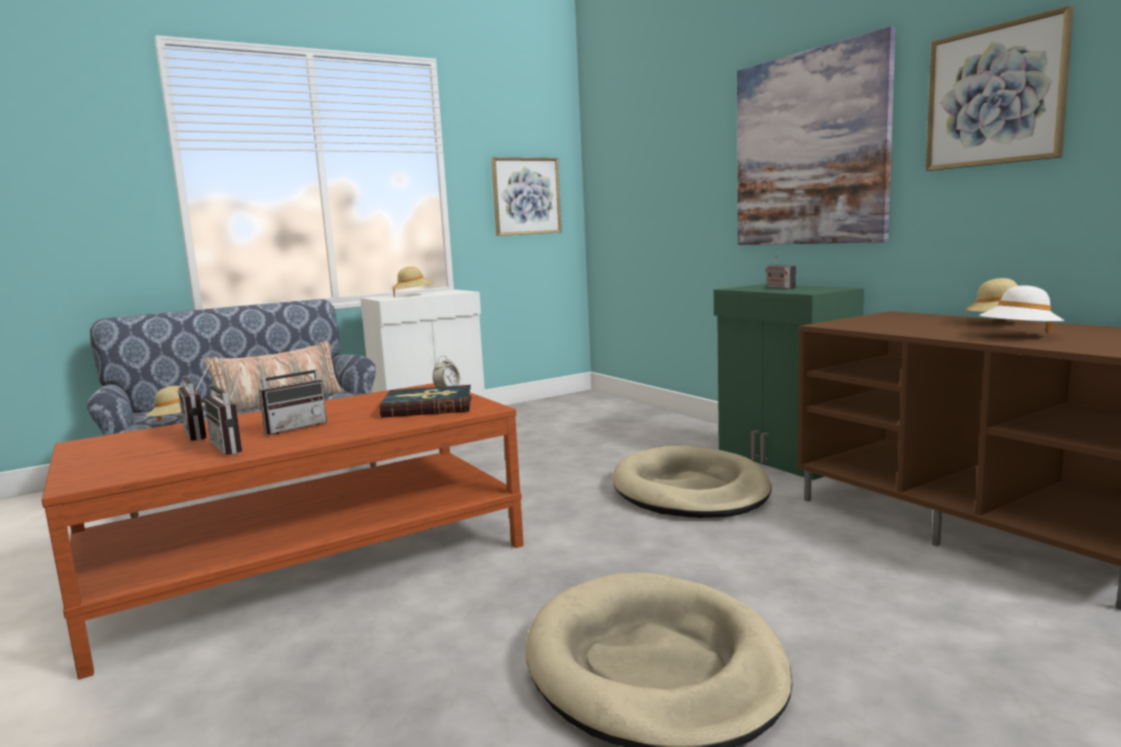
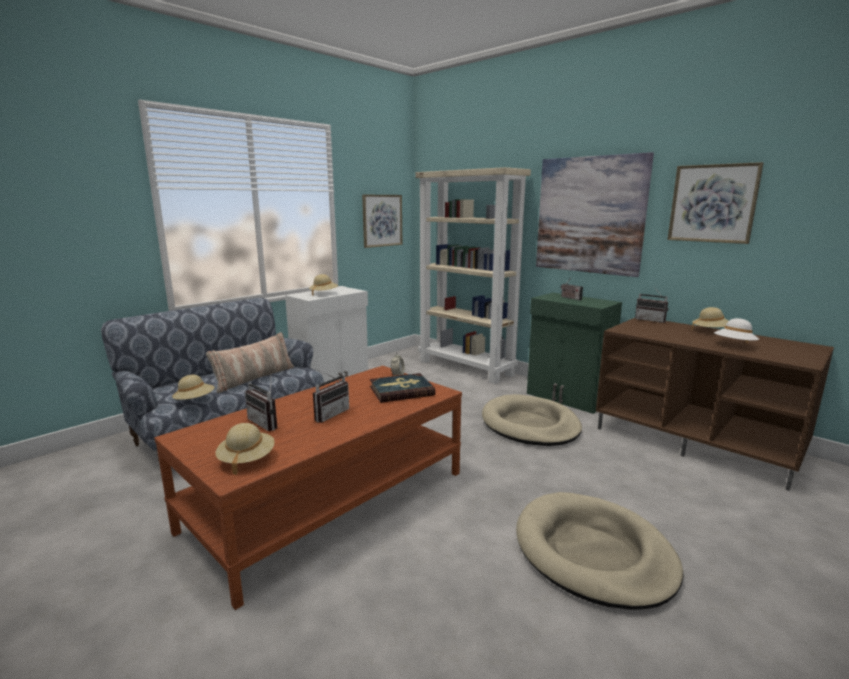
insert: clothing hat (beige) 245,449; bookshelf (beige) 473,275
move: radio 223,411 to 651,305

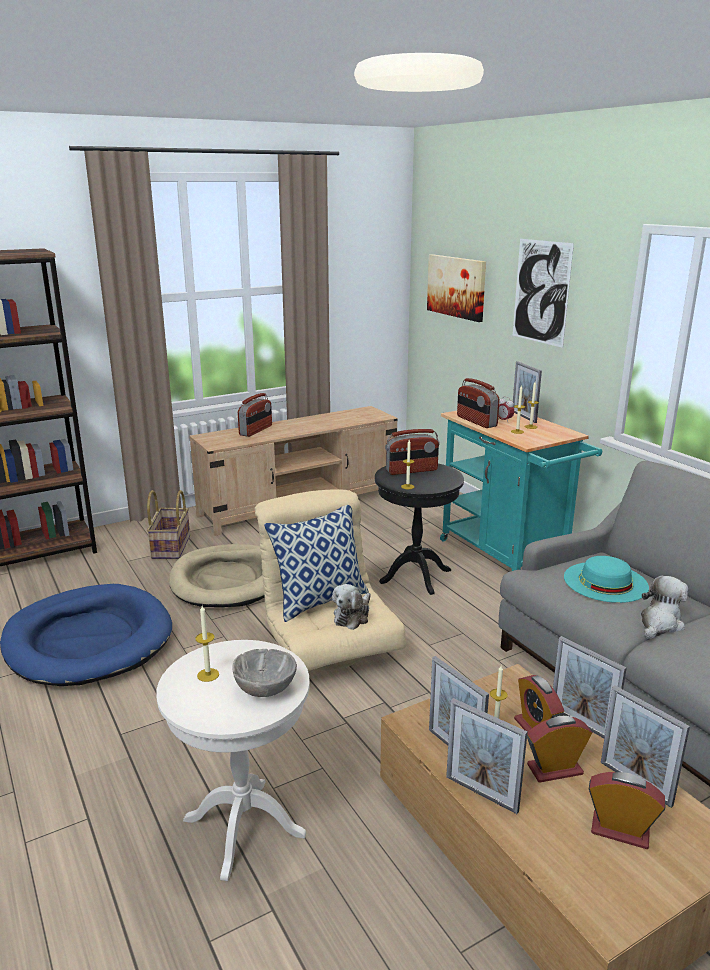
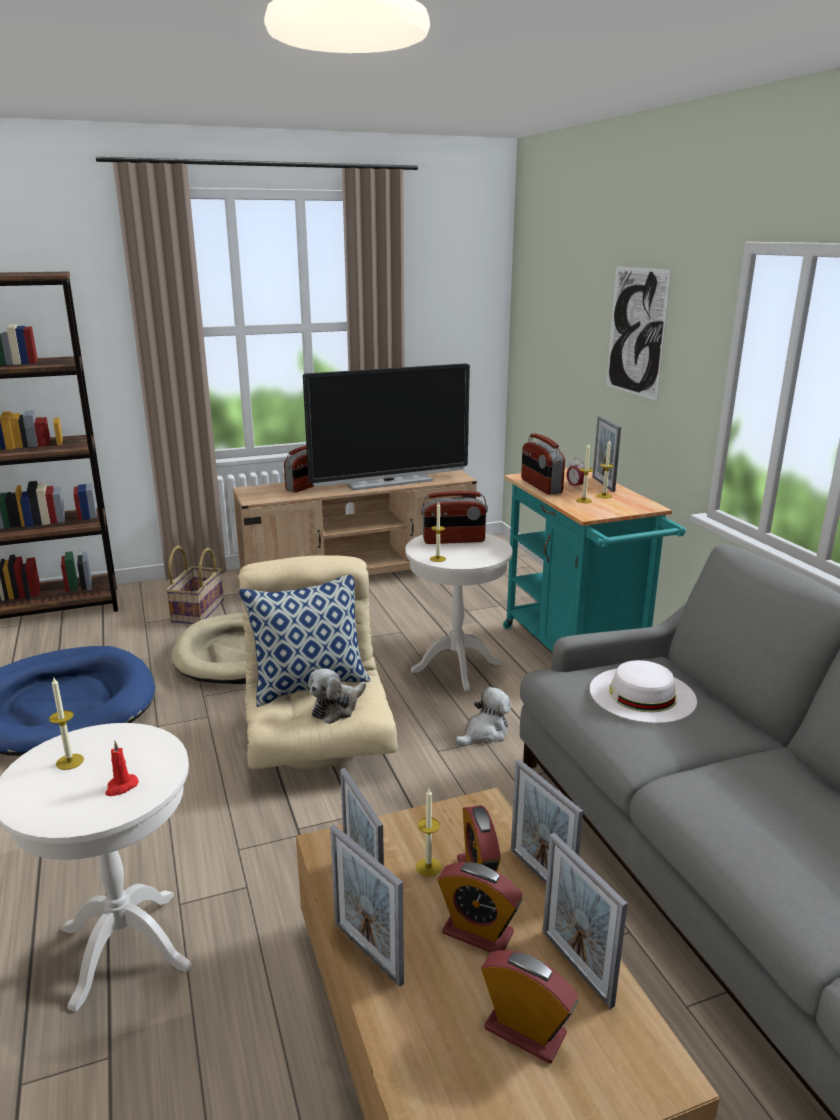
delete: picture 456,288
insert: TV 386,426
move: plush toy 664,607 to 483,716
replace: deep dish (greyish) 264,673 to candle (red) 121,768
recolor: side table (black-coloured) 419,529 to side table (whitish) 459,612; clothing hat (blue-green) 606,579 to clothing hat (whitish) 643,691
rotate: alarm clock 559,749 = 480,907 150 degrees counterclockwise

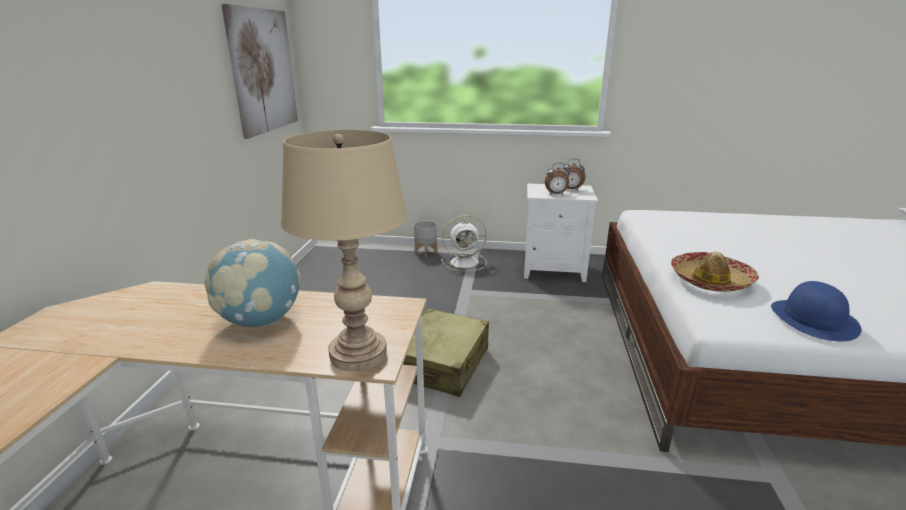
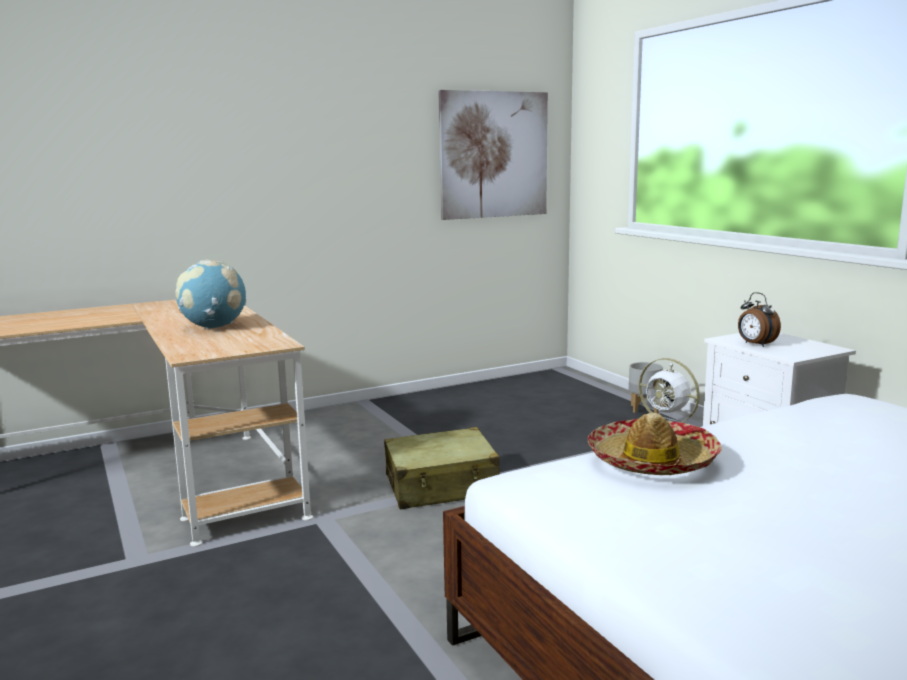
delete: lamp for a table (beige) 344,251; alarm clock 574,174; clothing hat (bluish) 816,311

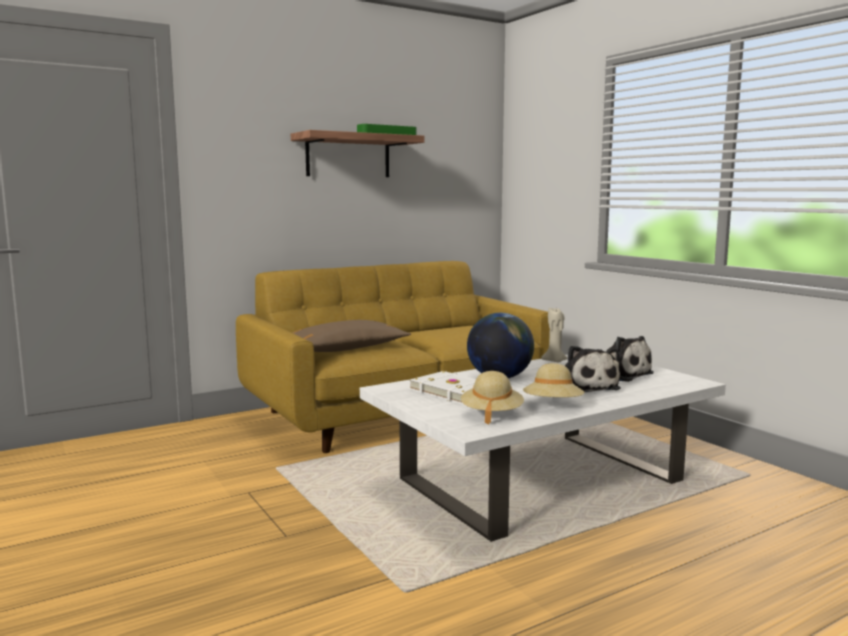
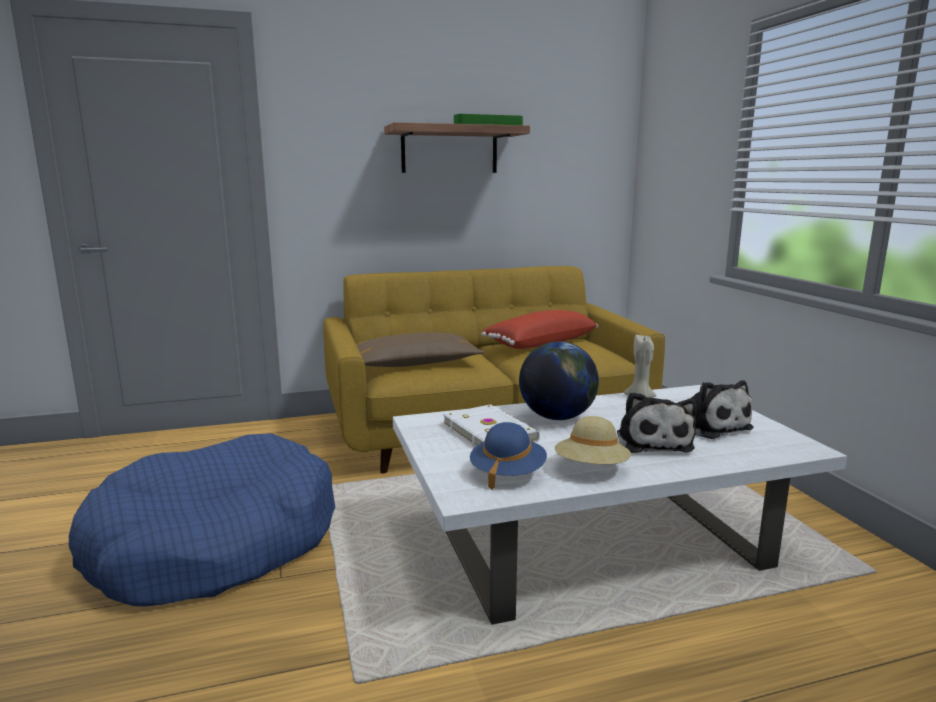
insert: dog bed (bluish) 202,520; cushion (red) 540,329
recolor: clothing hat (beige) 492,398 to clothing hat (bluish) 508,456

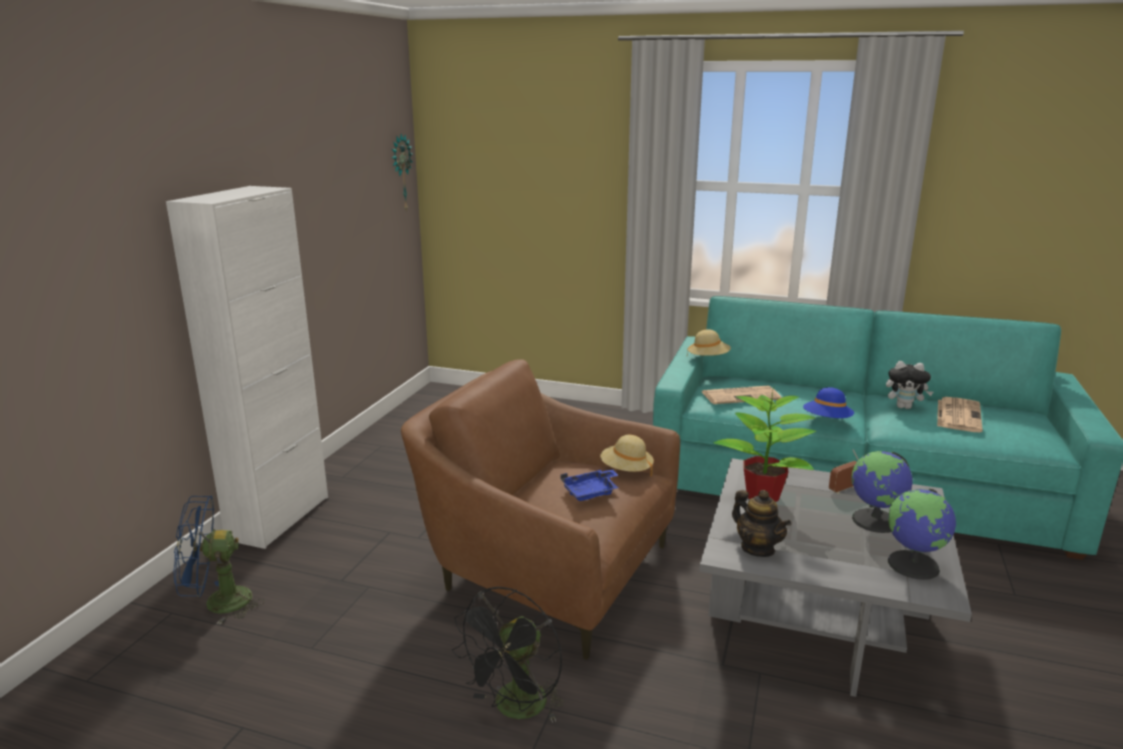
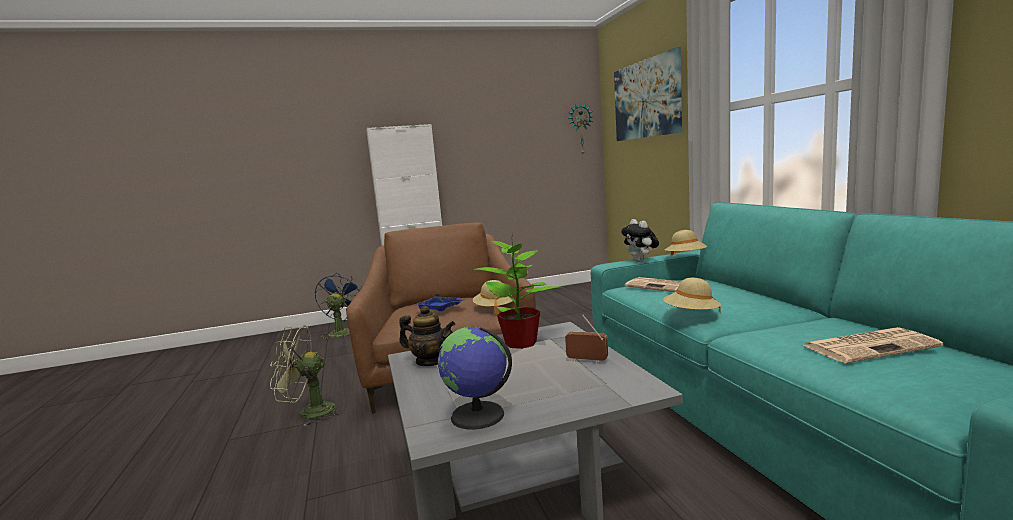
delete: world globe 882,492
insert: picture 648,94
move: plush toy 909,385 to 640,240
recolor: electric fan (black-coloured) 508,655 to electric fan (green) 306,375; clothing hat (bluish) 828,402 to clothing hat (beige) 692,295
rotate: electric fan (bluish) 219,560 = 338,306 60 degrees clockwise; pot for tea 761,523 = 427,335 90 degrees counterclockwise

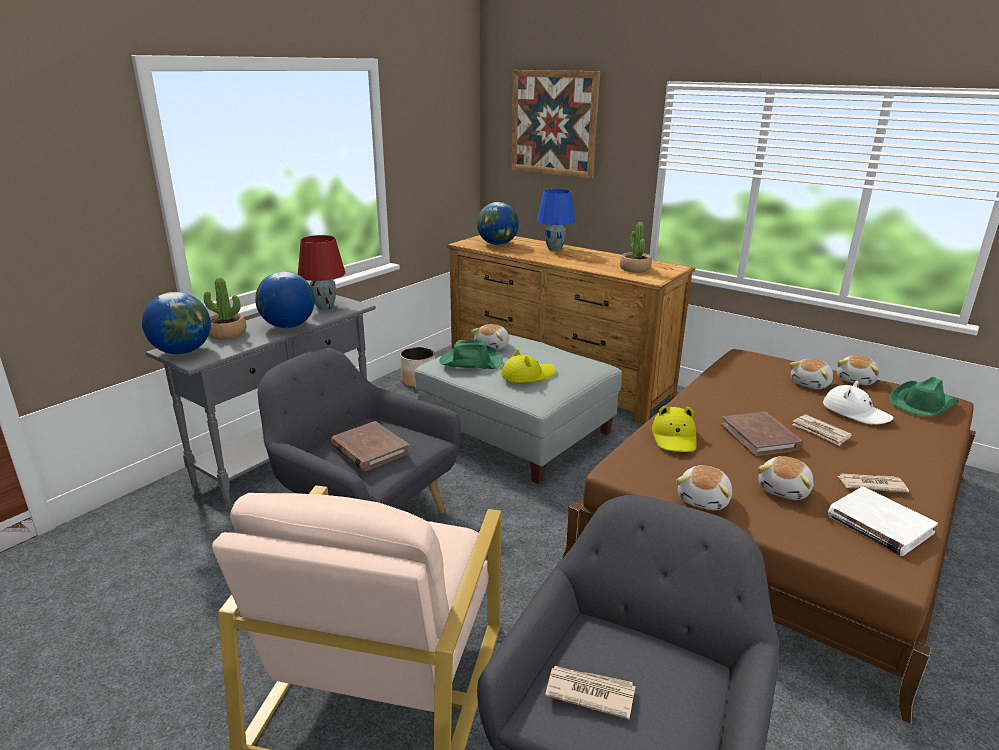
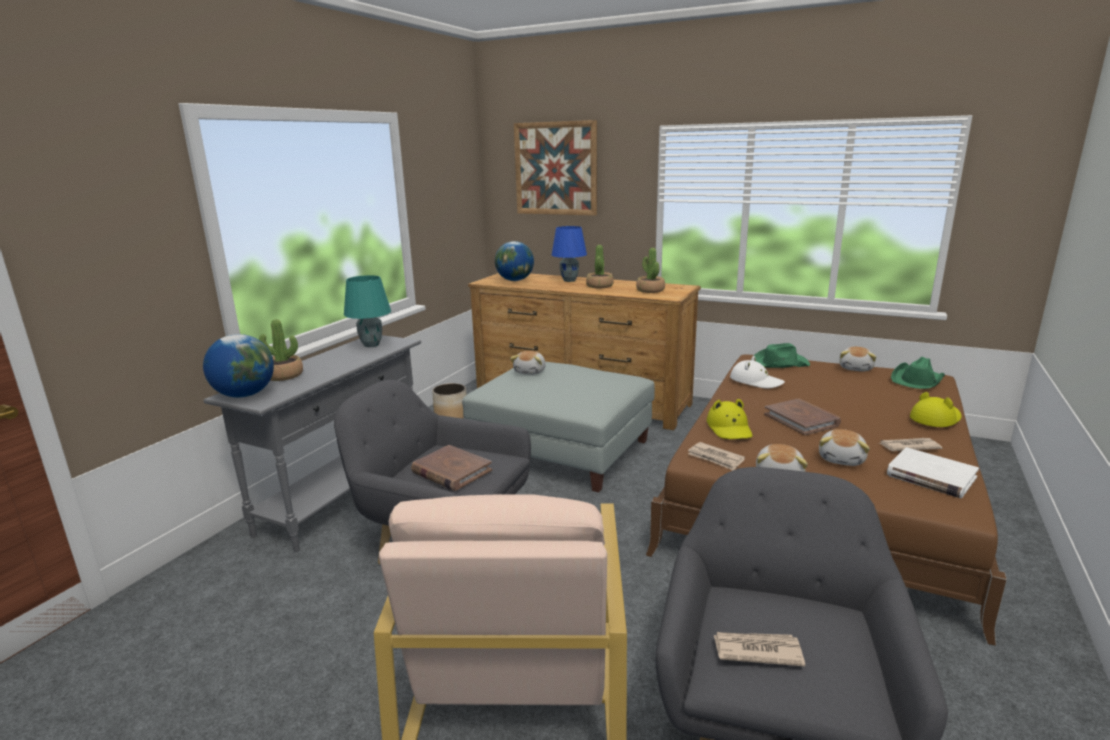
delete: world globe 285,299; plush toy 811,374
insert: potted plant 600,266
move: clothing hat (green) 471,354 to 780,355; clothing hat (yellow-coloured) 528,366 to 936,409; printed paper 822,430 to 716,456; clothing hat (whitish) 858,403 to 757,372
recolor: lamp for a table (red) 321,272 to lamp for a table (blue-green) 367,311

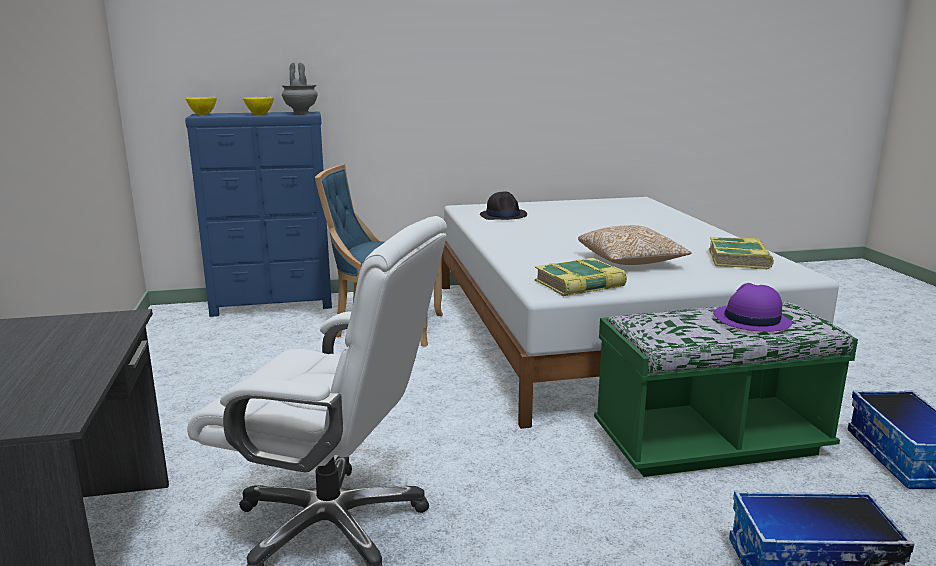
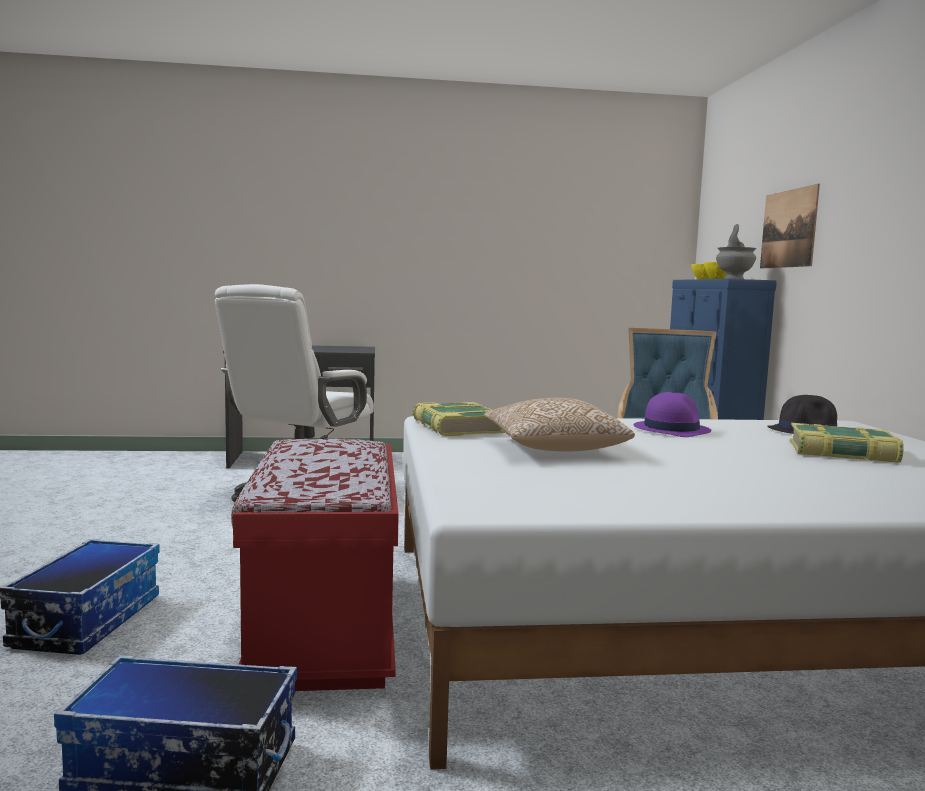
insert: picture 790,226
move: volume 741,253 to 847,443; clothing hat (purple-coloured) 752,307 to 672,414
recolor: long seat (green) 726,389 to long seat (red) 315,565

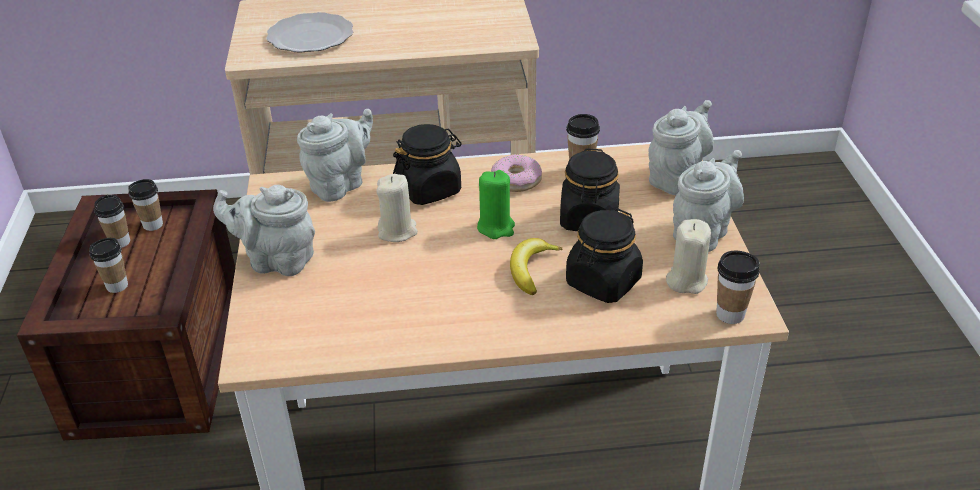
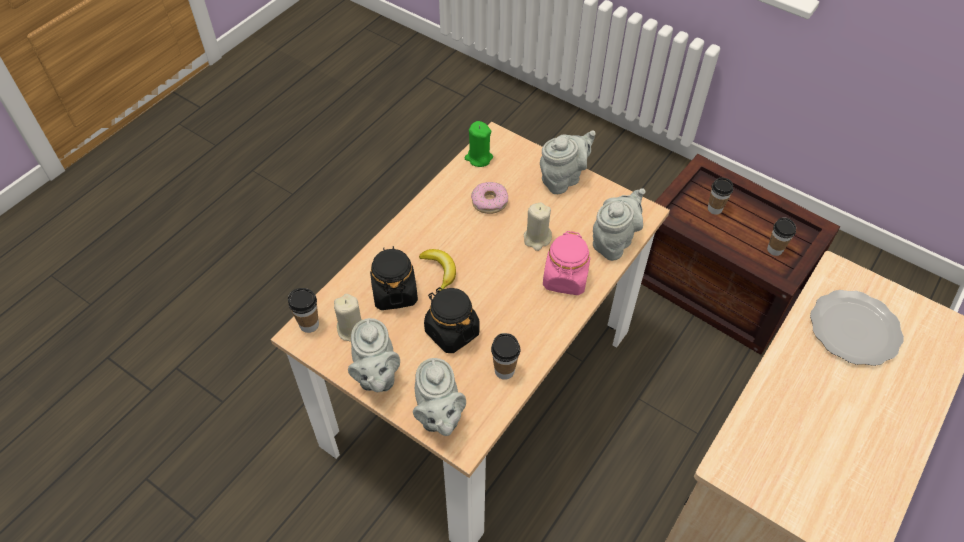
delete: drinking cup 112,221
move: candle (green) 496,204 to 479,144; donut 516,173 to 489,198
recolor: preserve jar (black-coloured) 427,164 to preserve jar (pinkish) 566,263
rotate: pot for tea (greyish) 335,155 = 619,224 135 degrees counterclockwise

